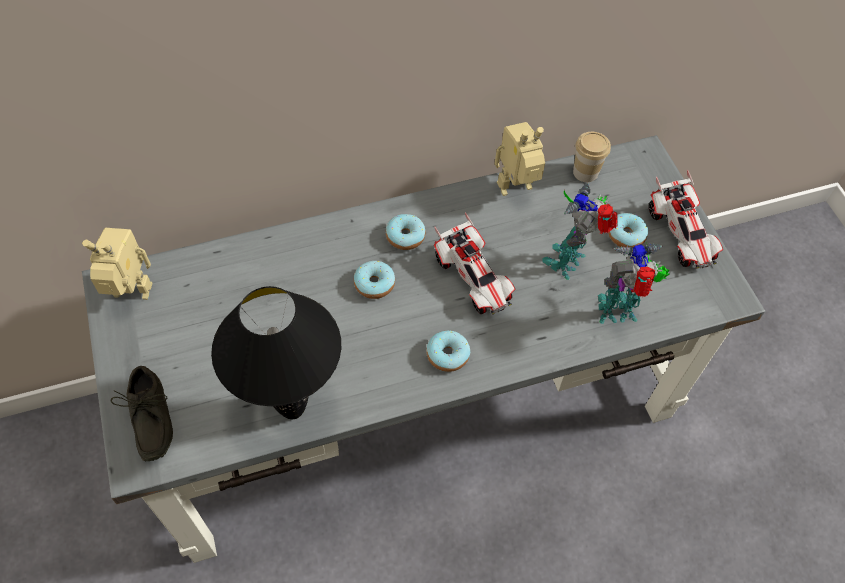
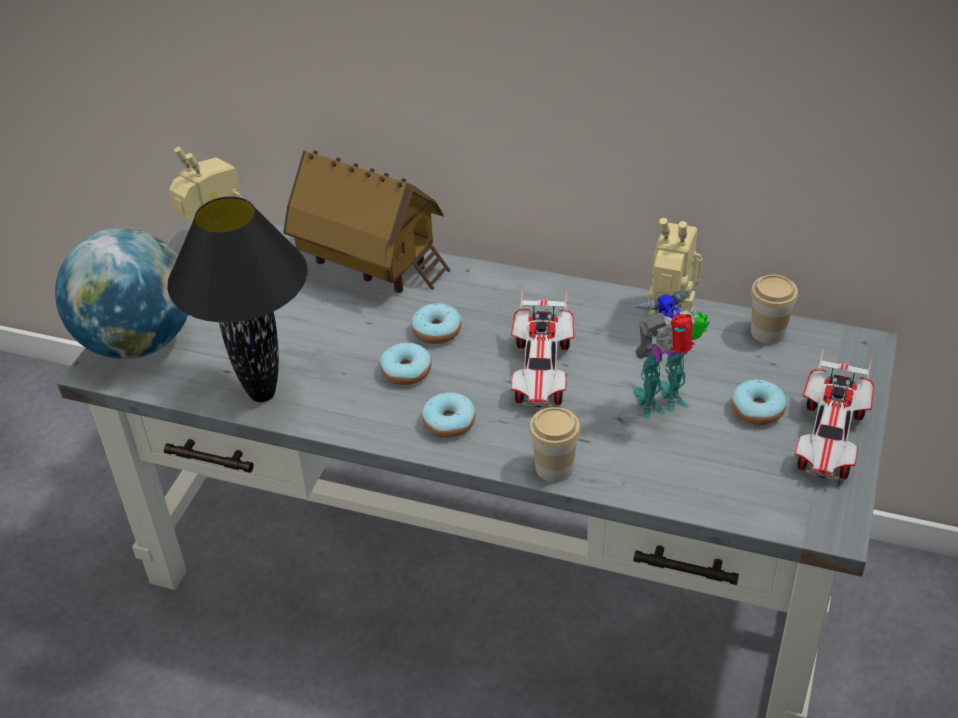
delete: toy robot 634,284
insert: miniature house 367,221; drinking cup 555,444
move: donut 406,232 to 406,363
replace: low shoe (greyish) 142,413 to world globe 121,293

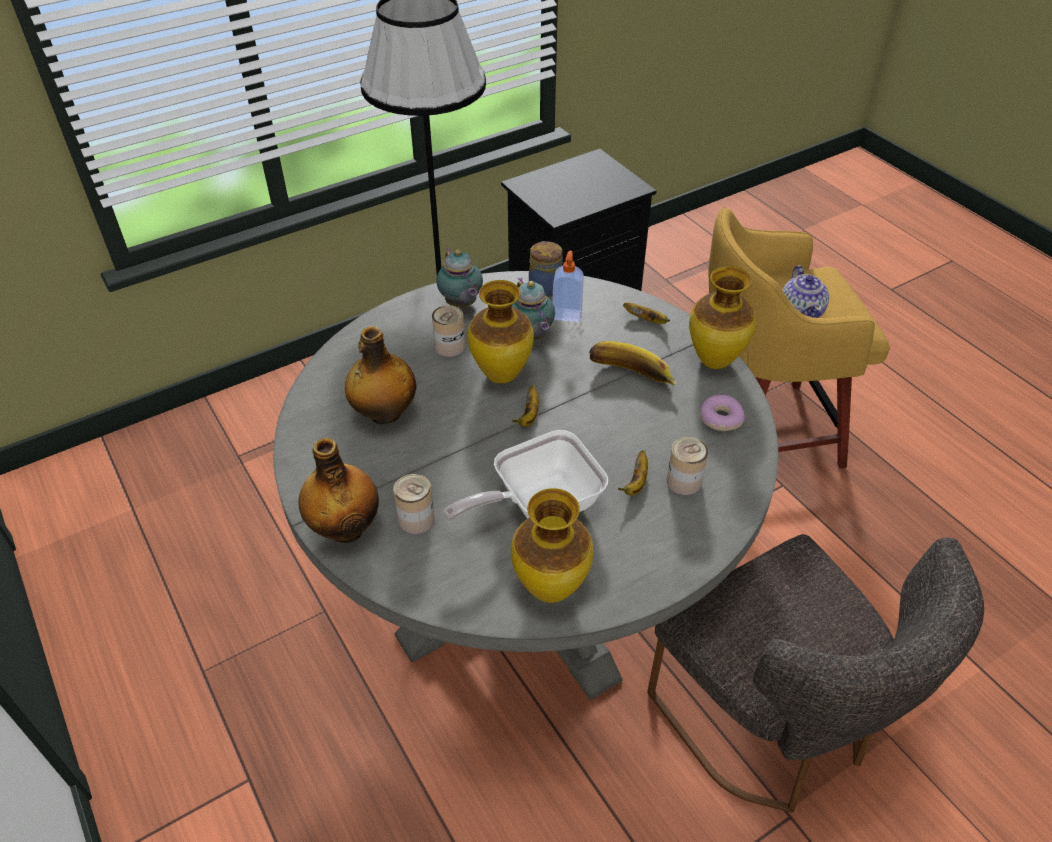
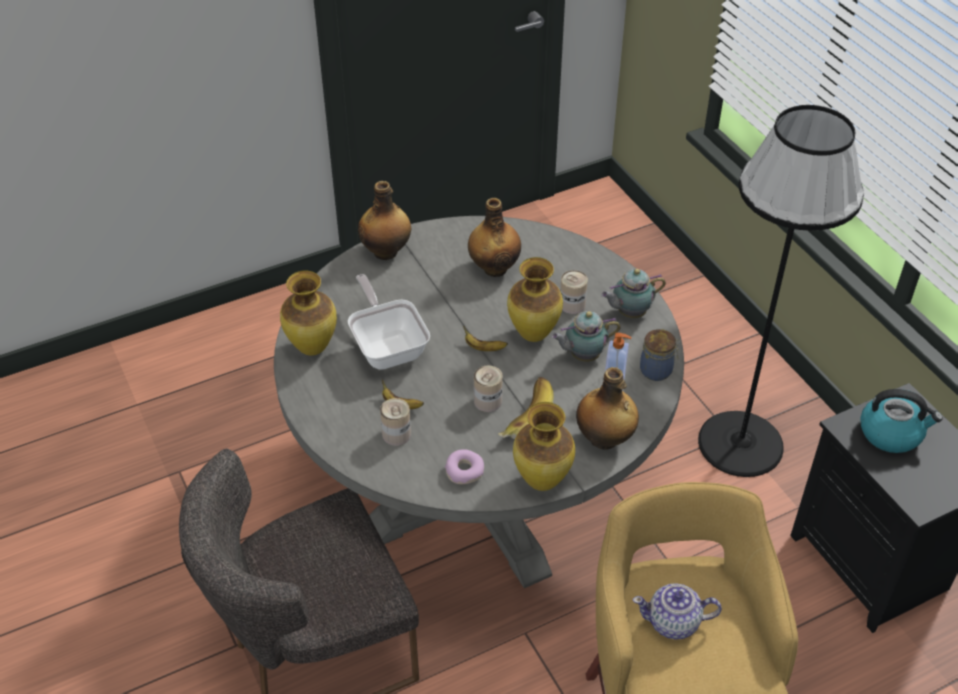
insert: tea kettle 901,421
move: can 414,504 to 488,389
replace: whole banana 646,313 to beverage bottle 607,408

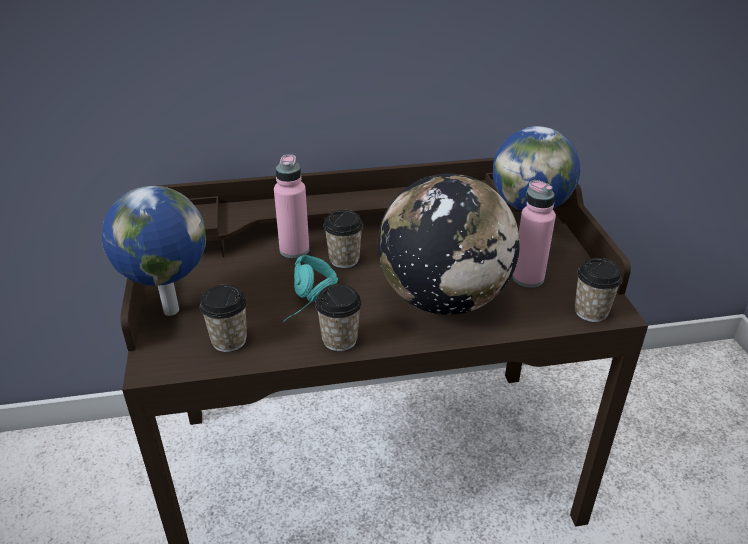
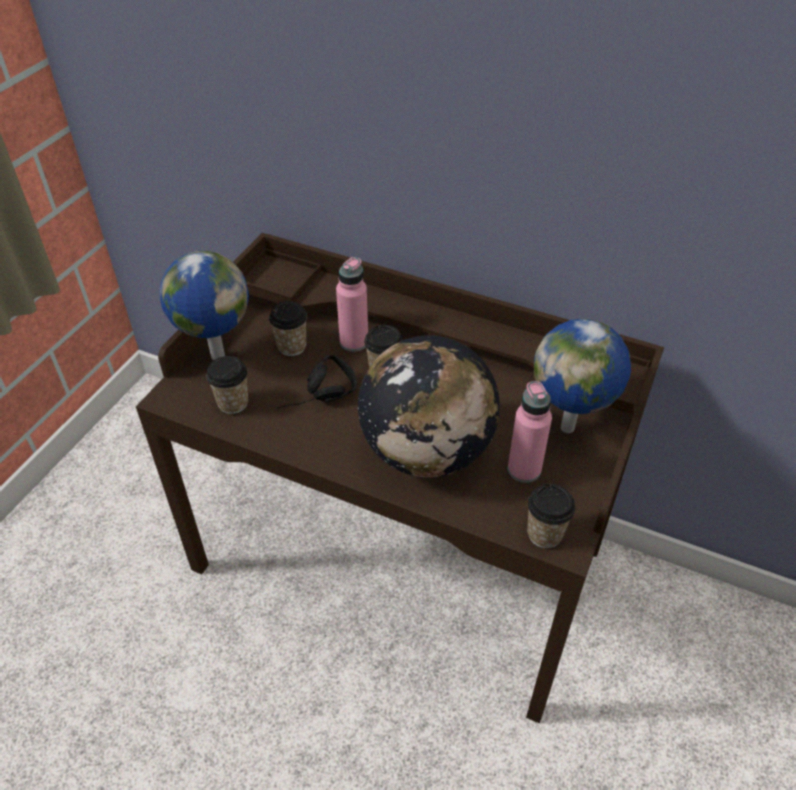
move: drinking cup 338,317 to 288,328
recolor: headset (blue-green) 310,289 to headset (black-coloured) 317,381

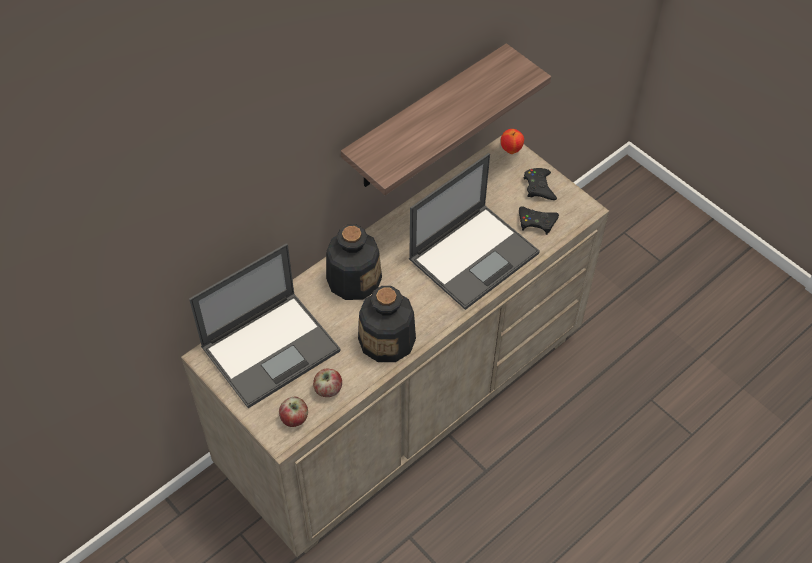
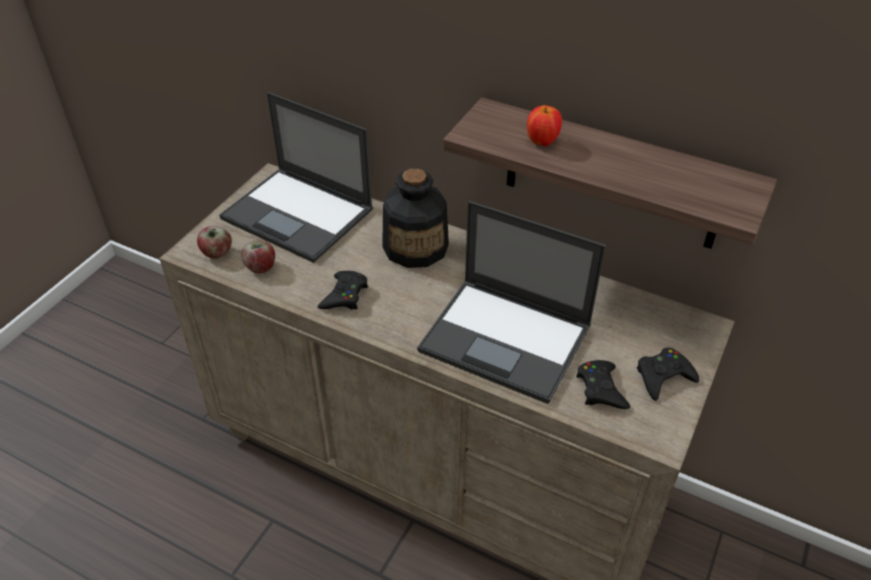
move: apple fruit 512,141 to 544,125
replace: beverage bottle 387,324 to gamepad (black-coloured) 343,290

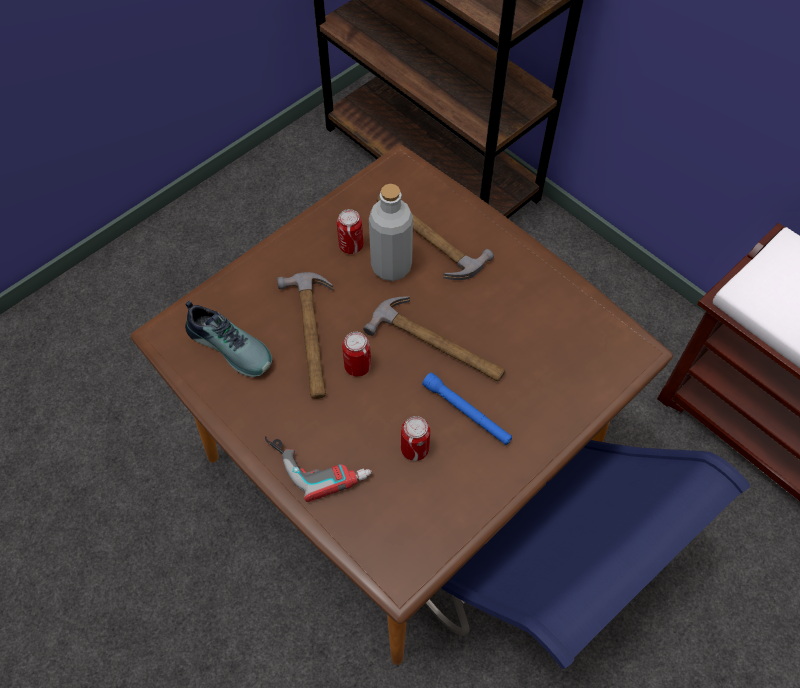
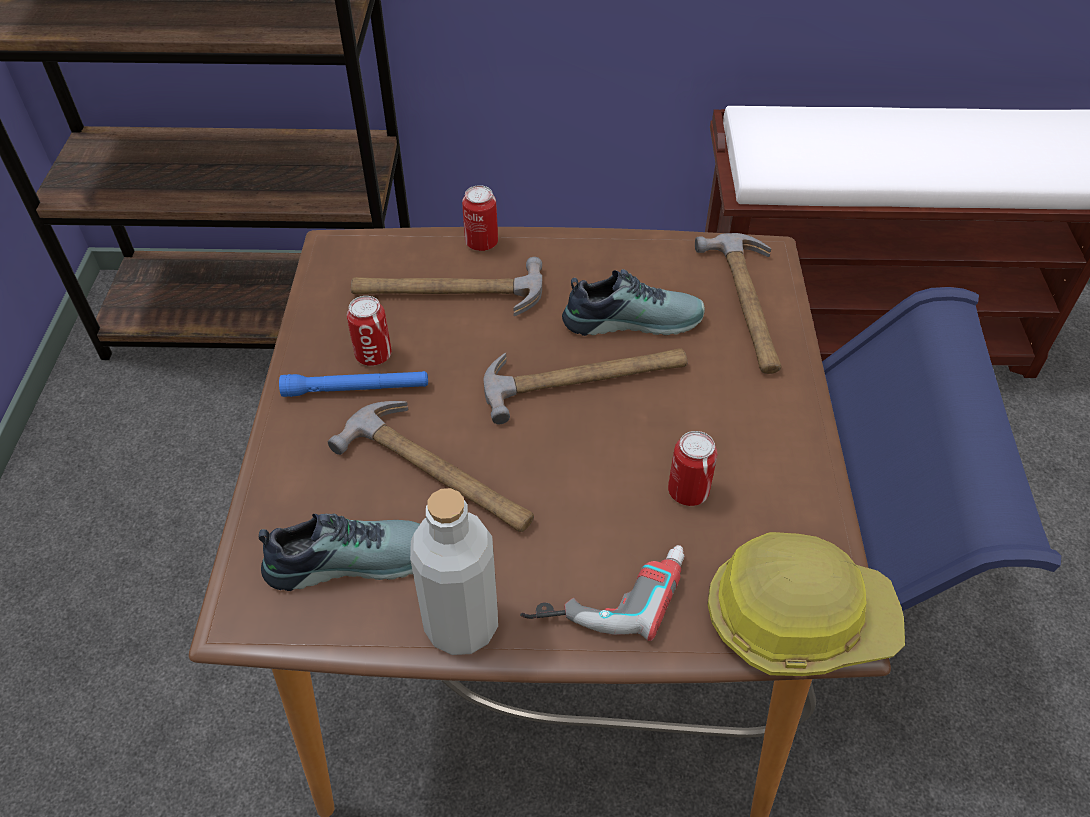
insert: low shoe 633,302; hammer 738,303; work helmet 806,604
move: can 356,354 to 480,218; beverage bottle (greyish) 391,232 to 454,571; hand torch (bluish) 467,408 to 353,384

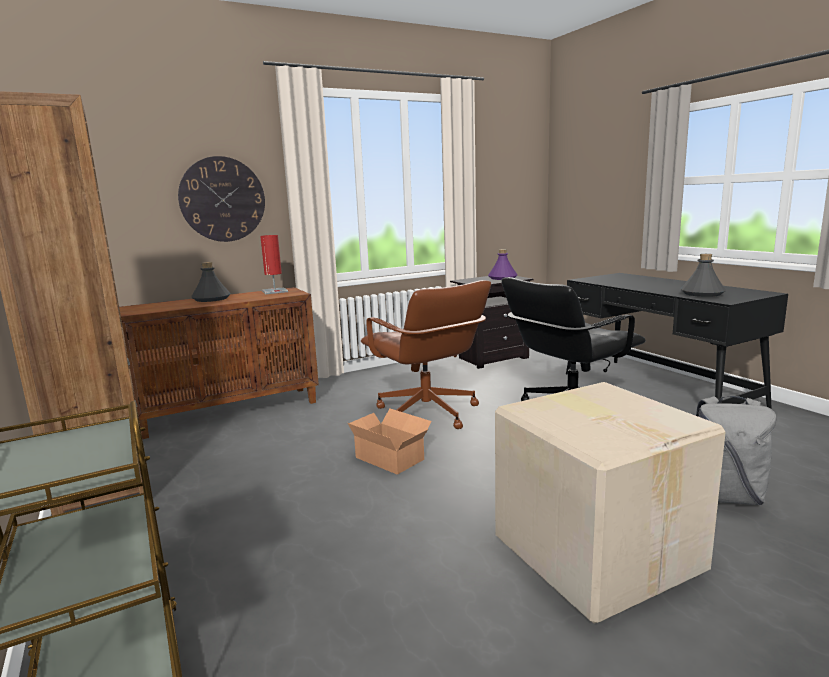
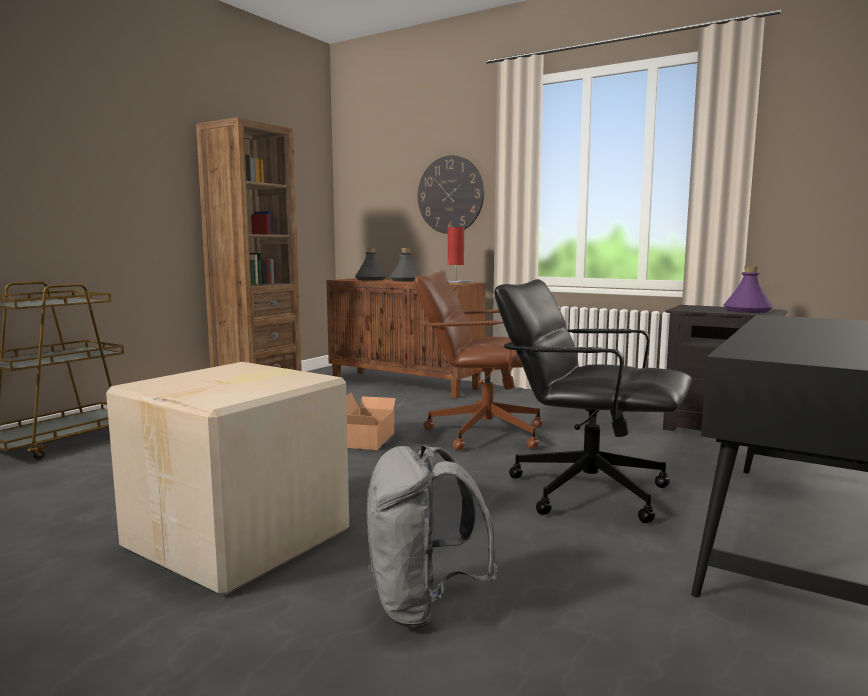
move: beverage bottle (greyish) 703,275 to 371,264
rotate: office chair (brownish) 426,354 = 478,361 75 degrees clockwise

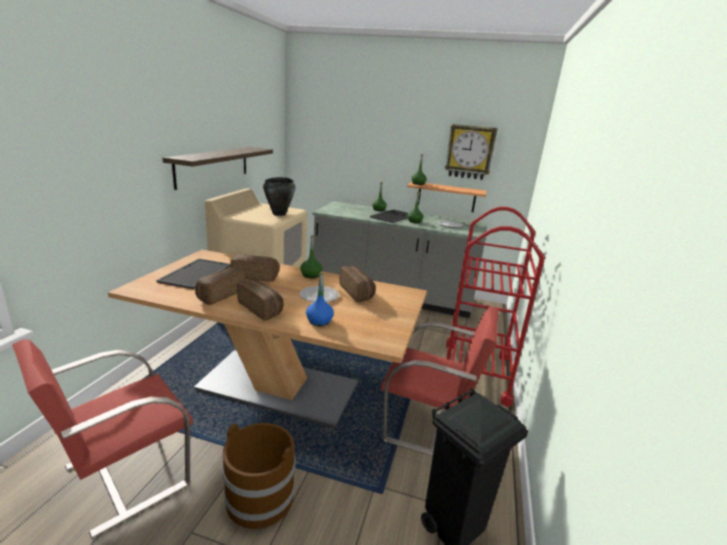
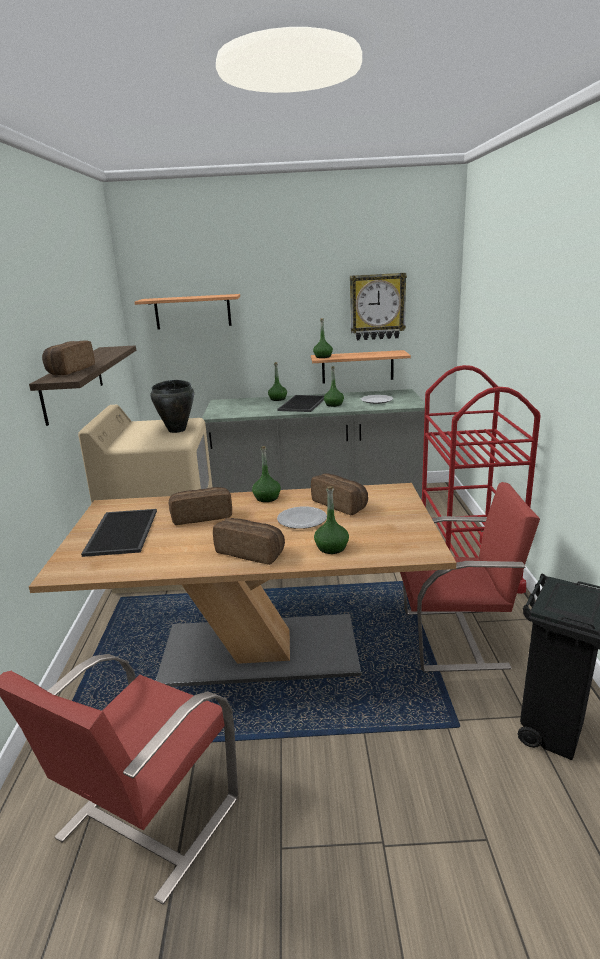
delete: water bucket (brownish) 259,476
insert: shelf 187,312
move: bread 220,286 to 68,357
recolor: beverage bottle (bluish) 320,299 to beverage bottle (green) 331,520

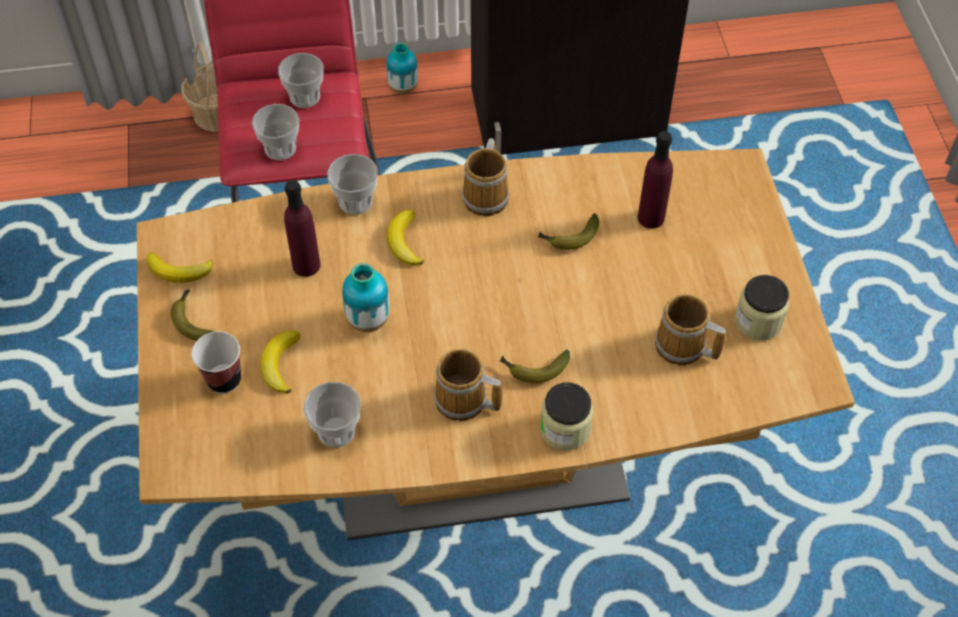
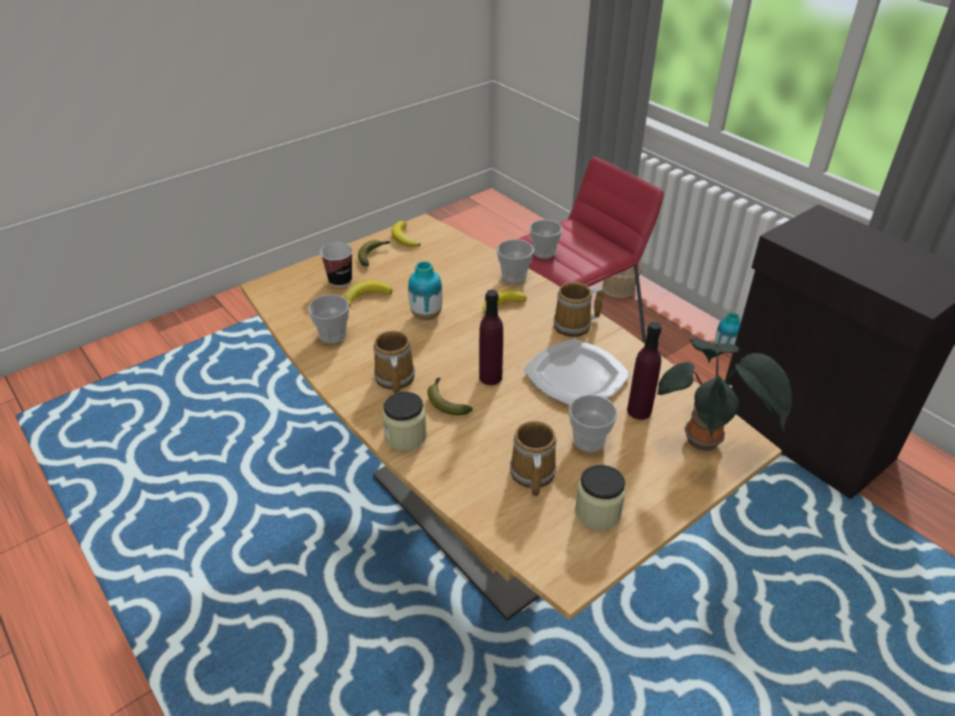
insert: potted plant 723,395
move: drinking cup 300,80 to 593,423; beverage bottle (purple-coloured) 302,228 to 491,337
replace: whole banana 568,231 to plate 577,372

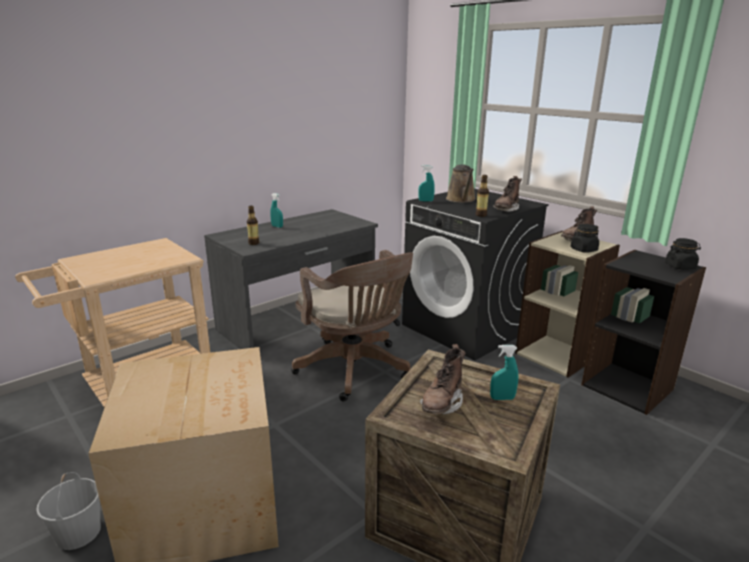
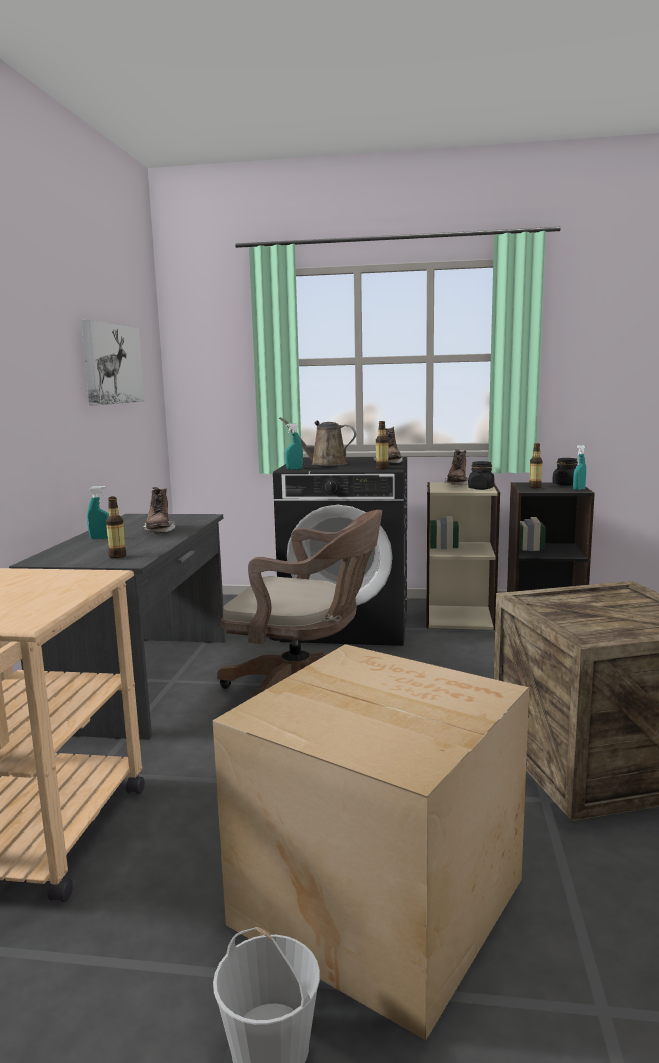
insert: picture 113,363; beverage bottle 536,465
move: high-top boot (brownish) 443,379 to 159,509; spray bottle (blue-green) 504,372 to 579,467
rotate: watering pot (brownish) 461,183 = 317,441 150 degrees clockwise

